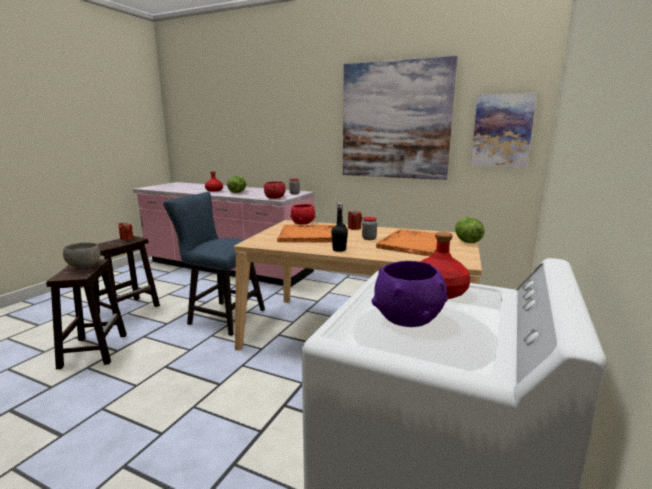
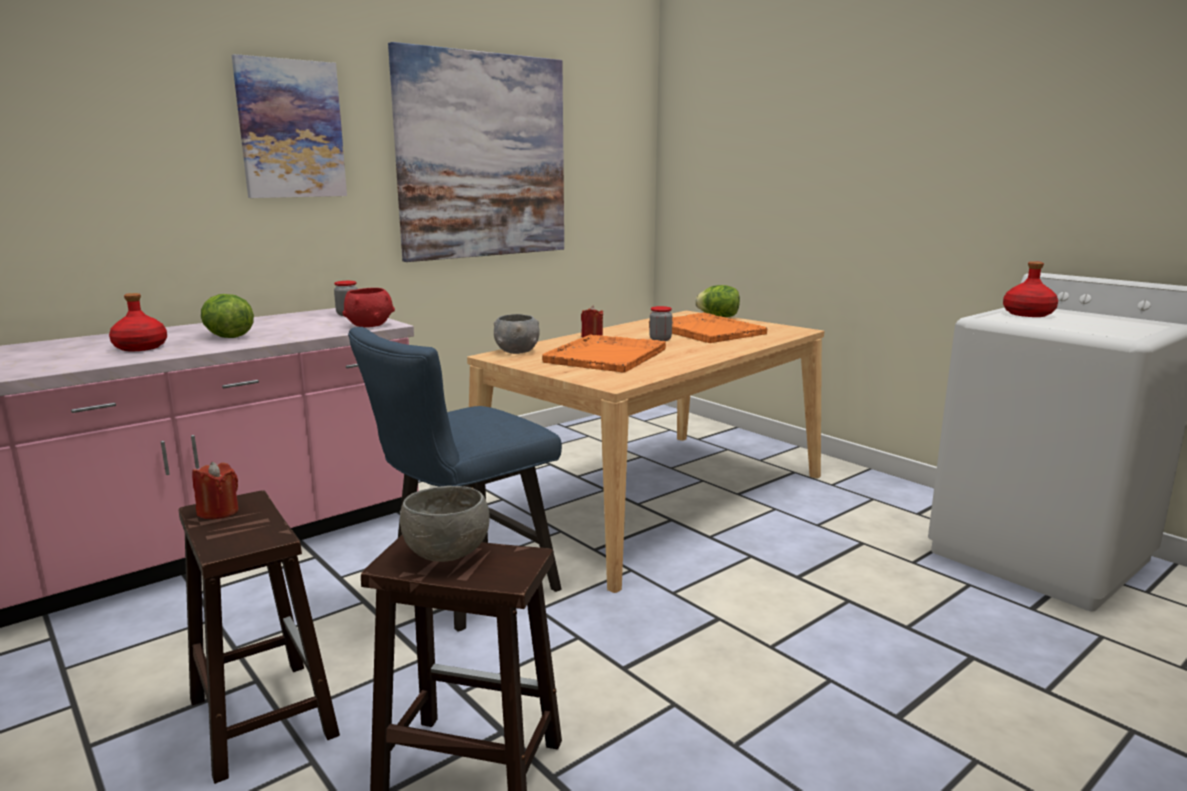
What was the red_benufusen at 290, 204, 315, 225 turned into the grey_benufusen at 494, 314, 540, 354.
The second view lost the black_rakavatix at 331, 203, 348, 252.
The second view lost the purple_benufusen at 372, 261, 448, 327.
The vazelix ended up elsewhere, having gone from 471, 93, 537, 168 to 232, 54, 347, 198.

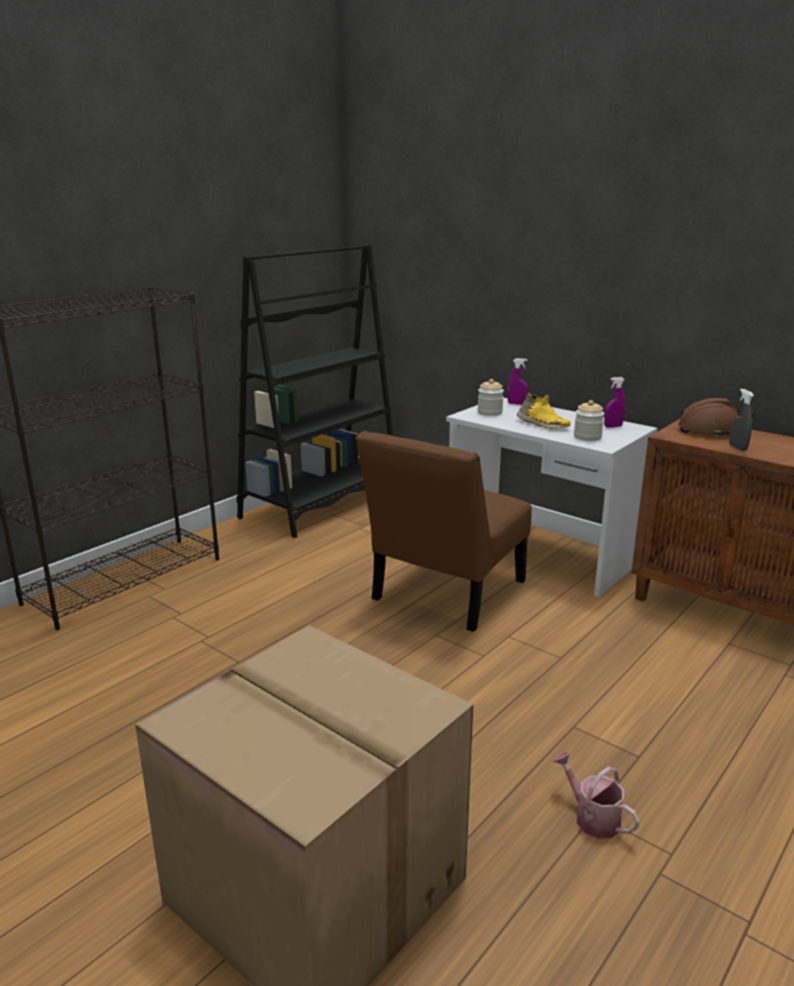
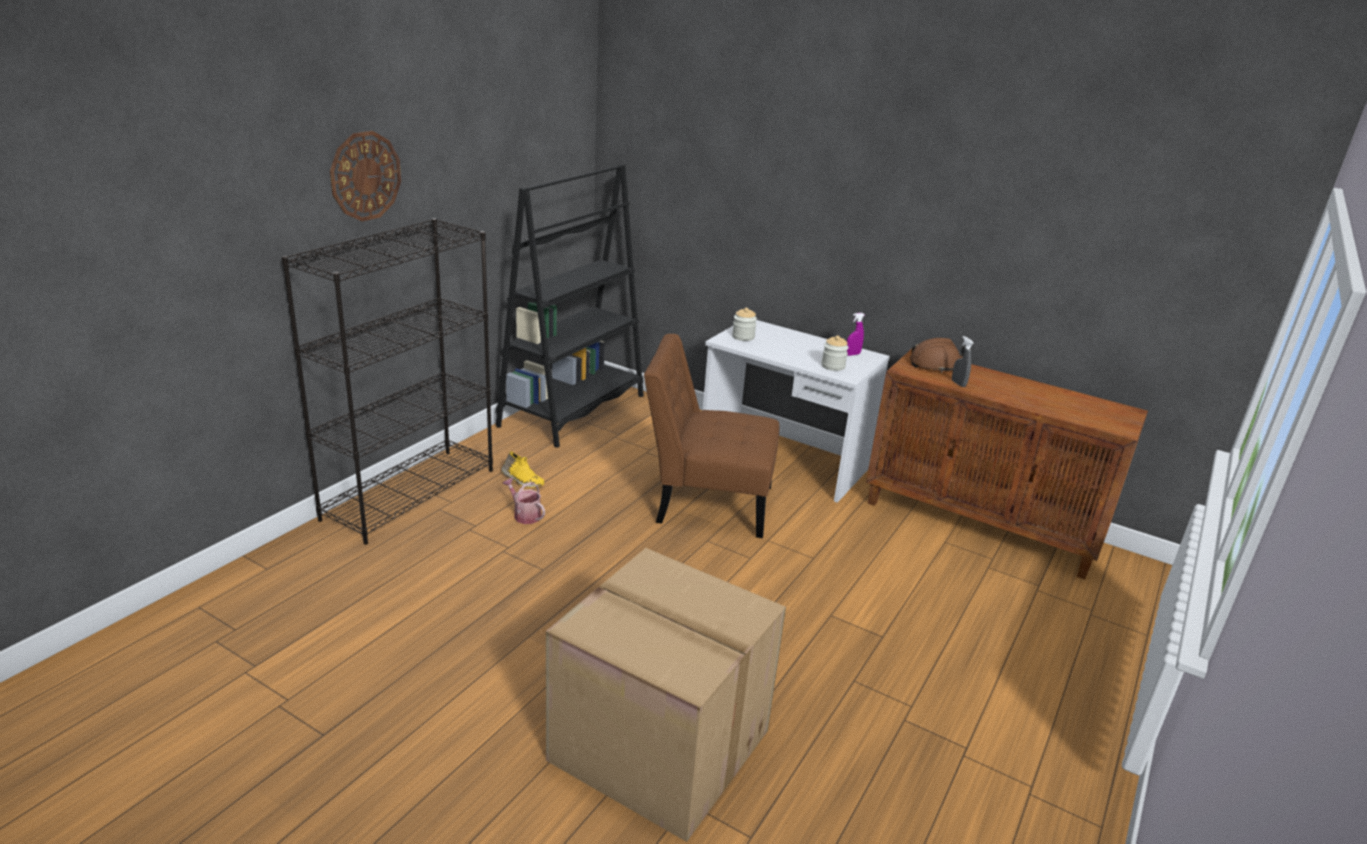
The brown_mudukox at 356, 431, 532, 632 ended up facing another way, 75 degrees clockwise from before.
The second view lost the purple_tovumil at 507, 358, 528, 405.
The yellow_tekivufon ended up elsewhere, having gone from 517, 393, 571, 429 to 501, 451, 544, 488.
The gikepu ended up elsewhere, having gone from 553, 752, 640, 839 to 502, 478, 545, 524.
The second view gained the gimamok at 330, 131, 401, 222.

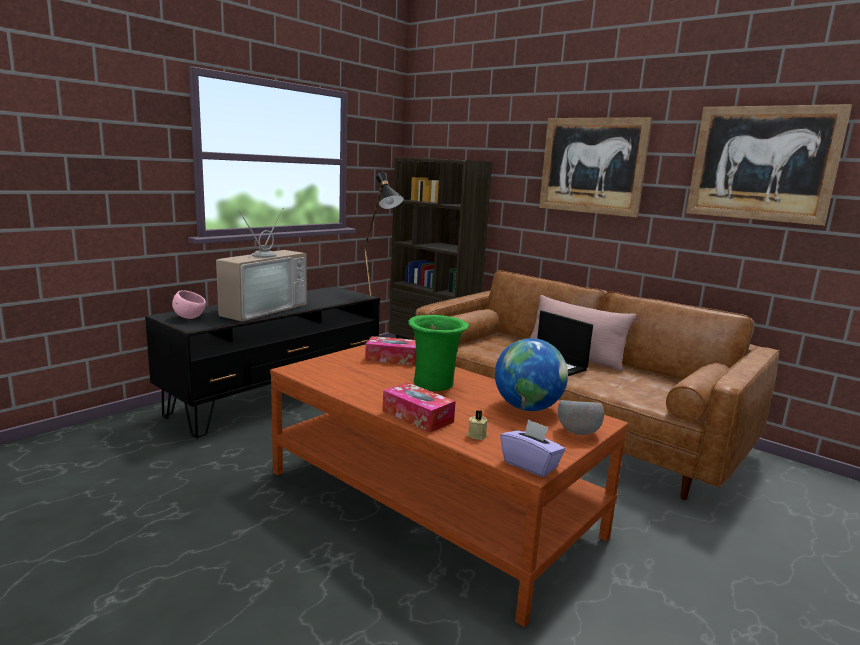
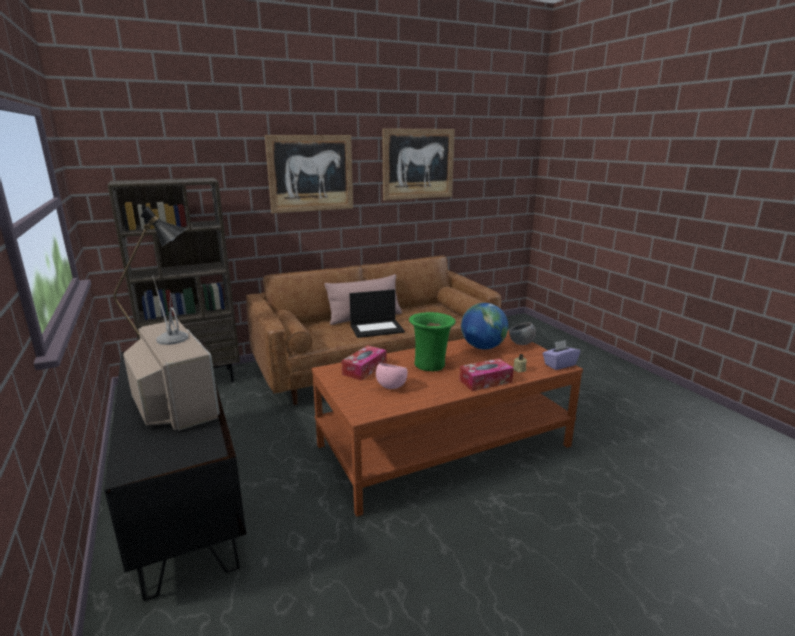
The pink_benufusen ended up elsewhere, having gone from 172, 290, 206, 319 to 376, 363, 408, 389.

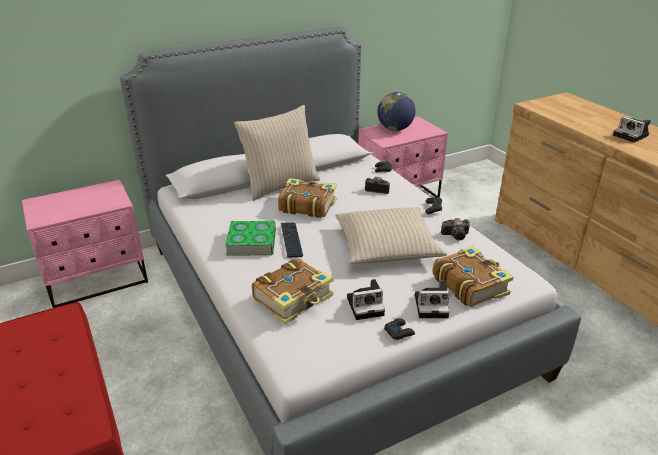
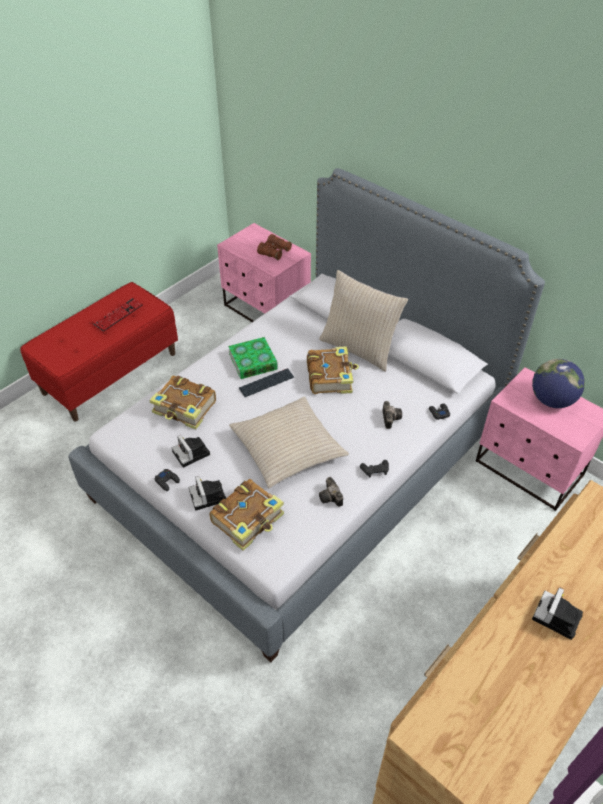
The second view gained the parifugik at 93, 298, 143, 332.
The second view gained the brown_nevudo at 257, 234, 292, 260.

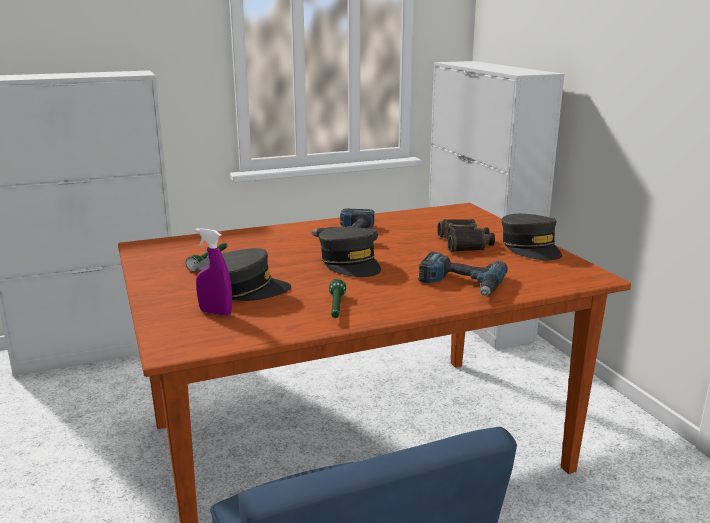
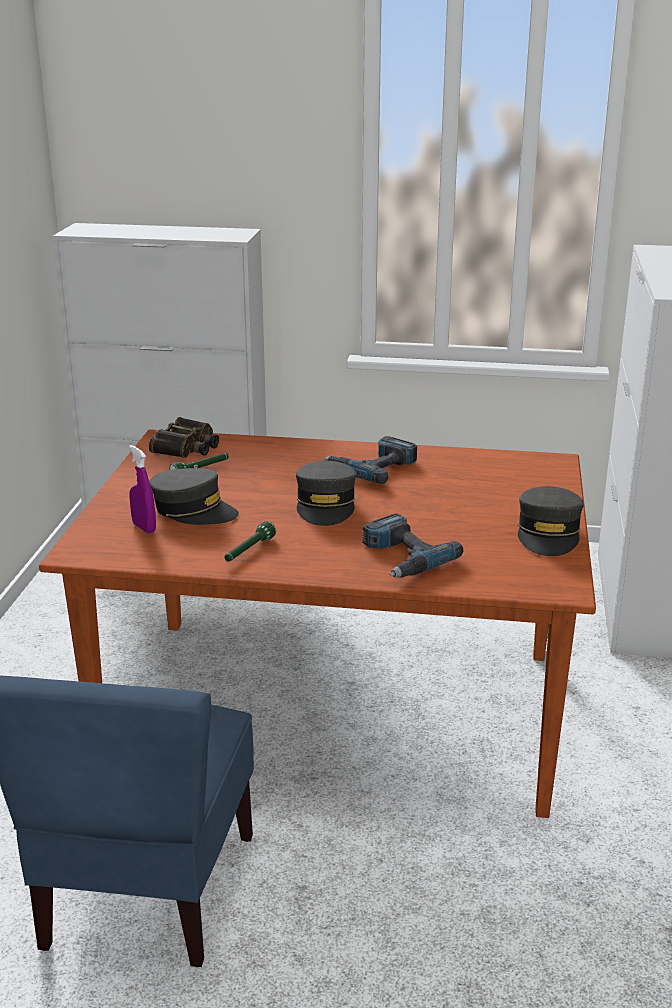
The nevudo ended up elsewhere, having gone from 437, 219, 495, 252 to 149, 417, 219, 458.

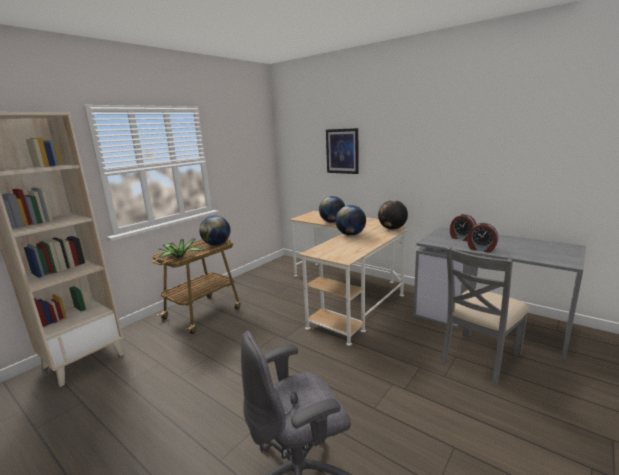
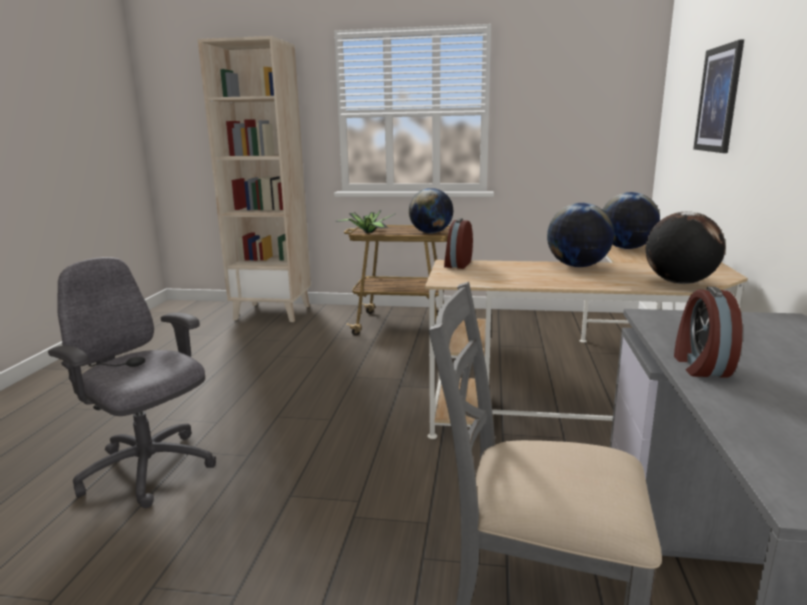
The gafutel ended up elsewhere, having gone from 450, 214, 476, 241 to 444, 218, 473, 269.

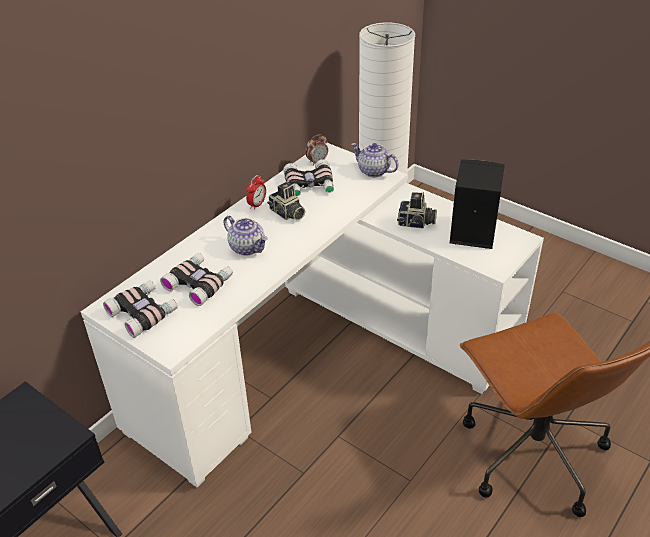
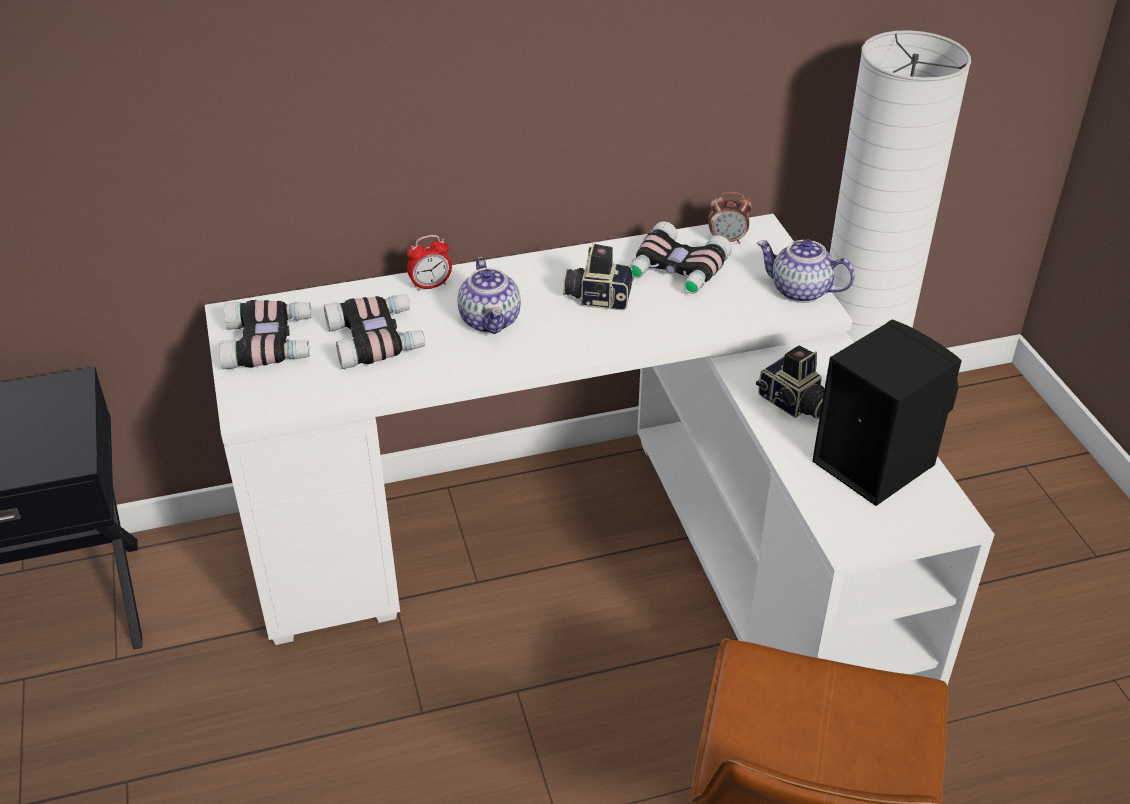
The gafutel ended up elsewhere, having gone from 246, 175, 266, 210 to 407, 235, 452, 291.
The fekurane at 267, 182, 305, 221 ended up facing another way, 105 degrees clockwise from before.
The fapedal at 351, 143, 399, 177 ended up facing another way, 45 degrees counterclockwise from before.

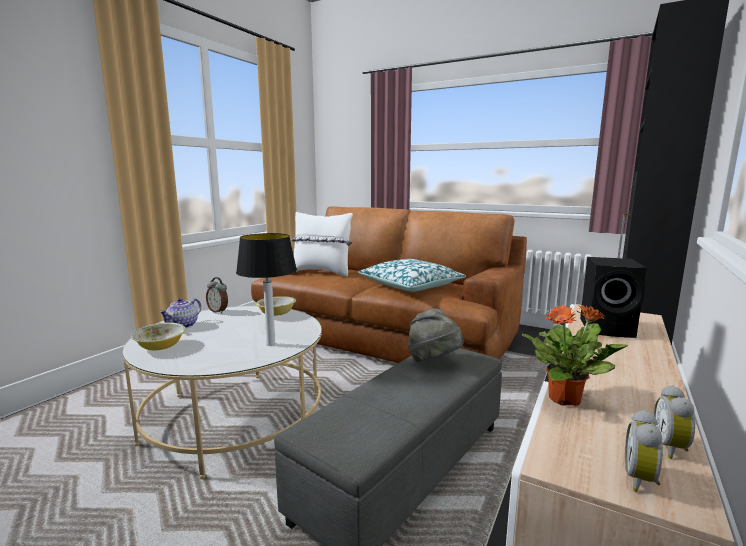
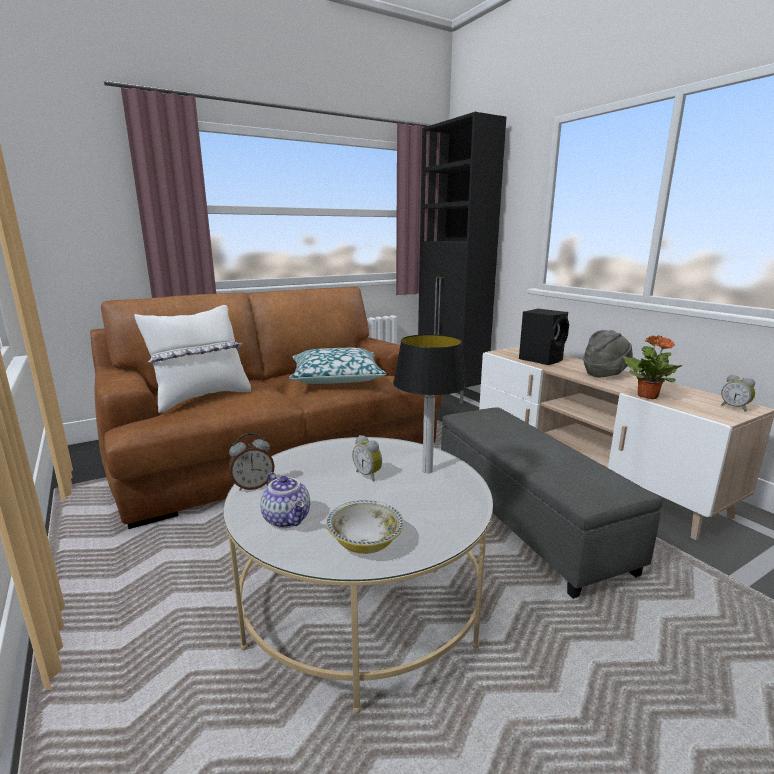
The second view lost the benufusen at 256, 296, 296, 316.
The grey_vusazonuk ended up elsewhere, having gone from 408, 308, 464, 362 to 583, 330, 633, 377.
The gafutel ended up elsewhere, having gone from 654, 385, 695, 459 to 352, 435, 382, 481.

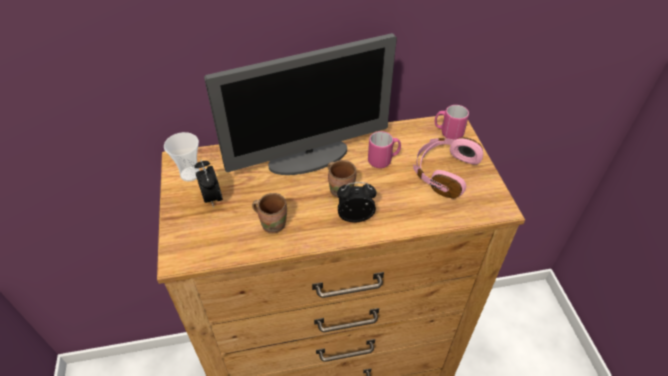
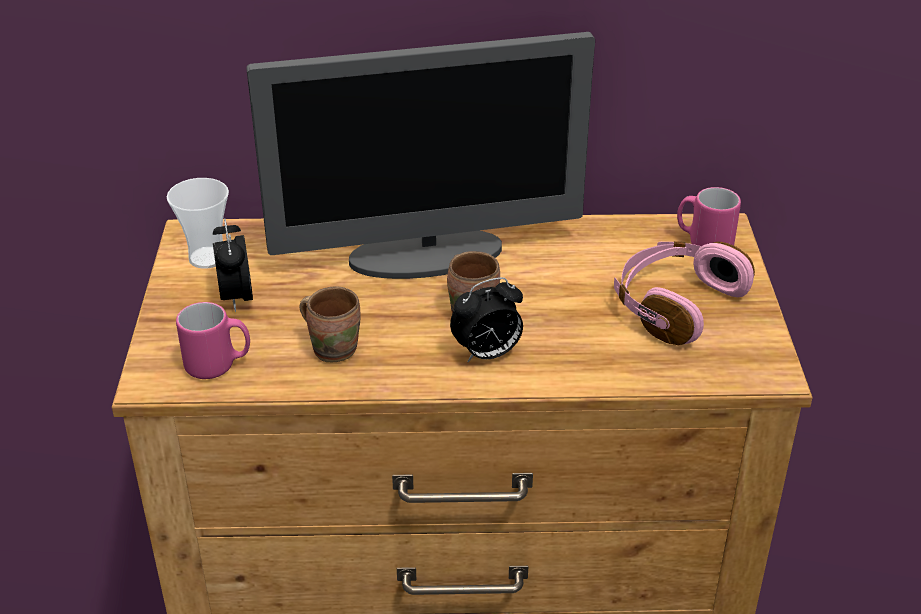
The gafutel at 337, 182, 376, 223 ended up facing another way, 150 degrees clockwise from before.
The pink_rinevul ended up elsewhere, having gone from 368, 131, 401, 168 to 176, 302, 250, 379.

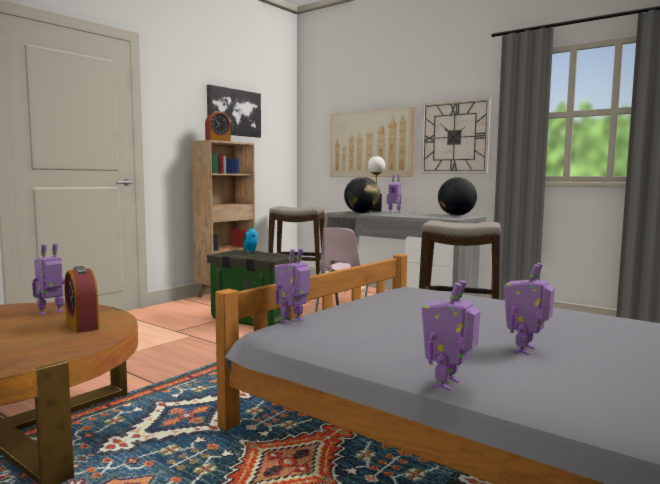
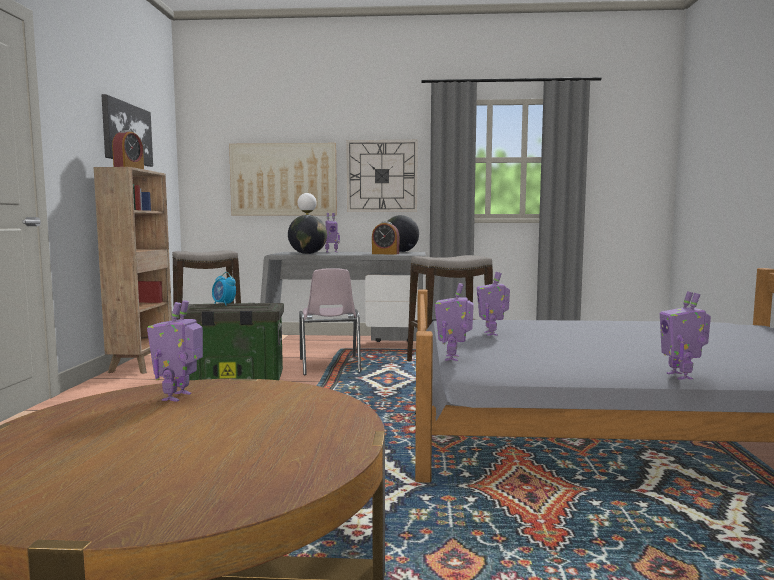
The gafutel ended up elsewhere, having gone from 64, 266, 100, 333 to 372, 221, 399, 255.
The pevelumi ended up elsewhere, having gone from 504, 263, 555, 355 to 477, 272, 510, 336.

